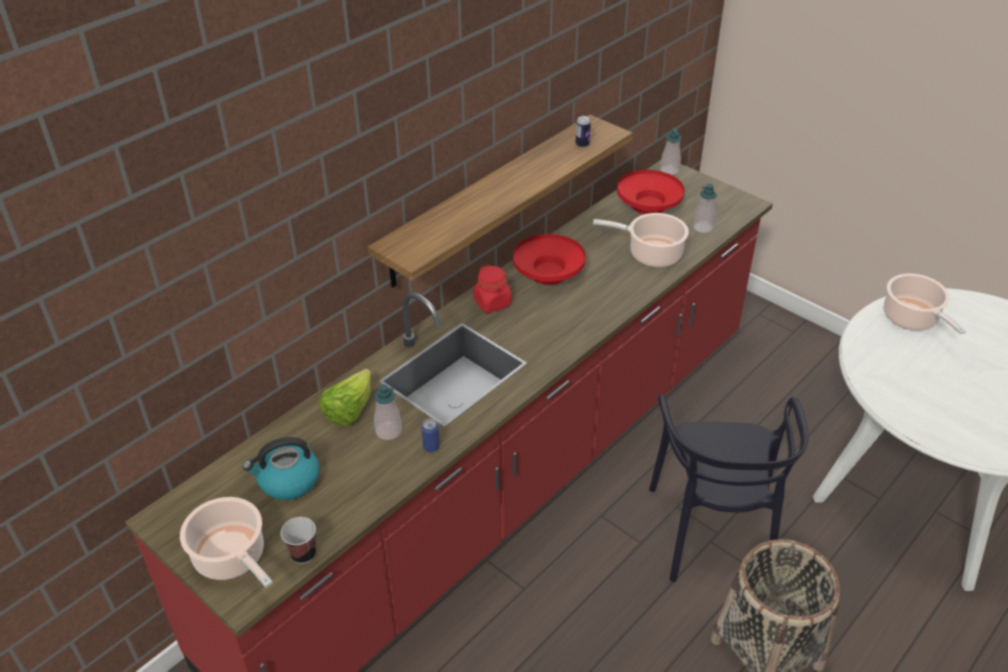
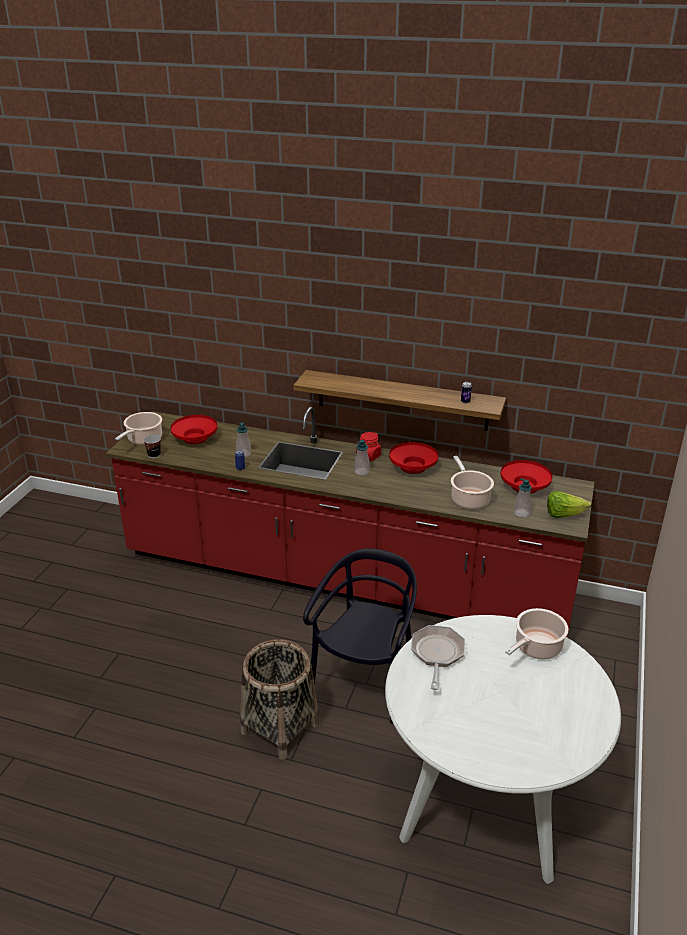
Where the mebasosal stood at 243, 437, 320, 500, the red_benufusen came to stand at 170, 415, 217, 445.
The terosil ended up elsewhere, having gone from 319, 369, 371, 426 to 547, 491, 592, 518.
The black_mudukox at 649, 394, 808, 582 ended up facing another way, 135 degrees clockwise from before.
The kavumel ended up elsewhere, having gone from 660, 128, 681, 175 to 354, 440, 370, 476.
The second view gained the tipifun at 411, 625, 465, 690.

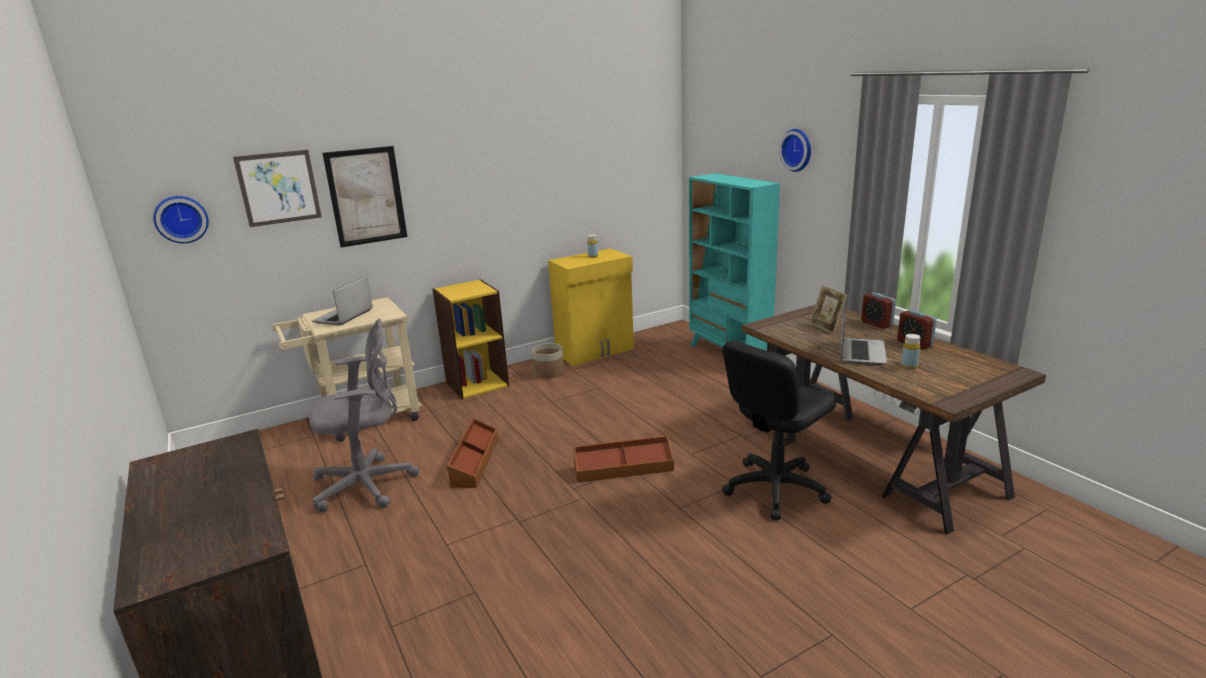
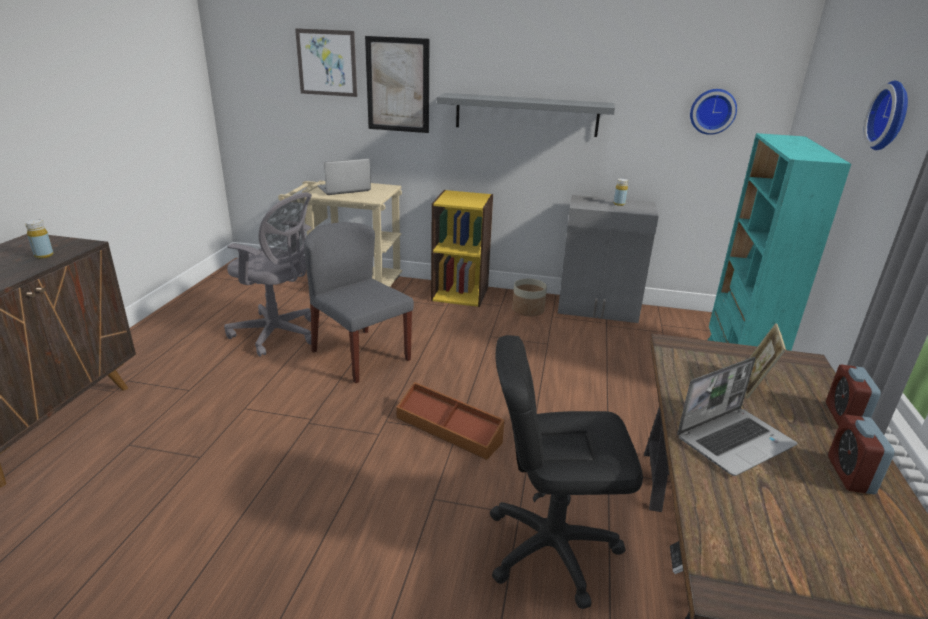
The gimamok ended up elsewhere, having gone from 153, 196, 209, 243 to 690, 89, 737, 135.
Where the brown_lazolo stood at 447, 418, 498, 488, the grey_mudukox came to stand at 304, 222, 414, 383.
What was the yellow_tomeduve at 548, 248, 634, 366 turned into the grey_tomeduve at 558, 195, 659, 323.
The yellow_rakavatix ended up elsewhere, having gone from 901, 334, 921, 369 to 25, 219, 53, 258.
The second view gained the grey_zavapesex at 437, 93, 615, 137.

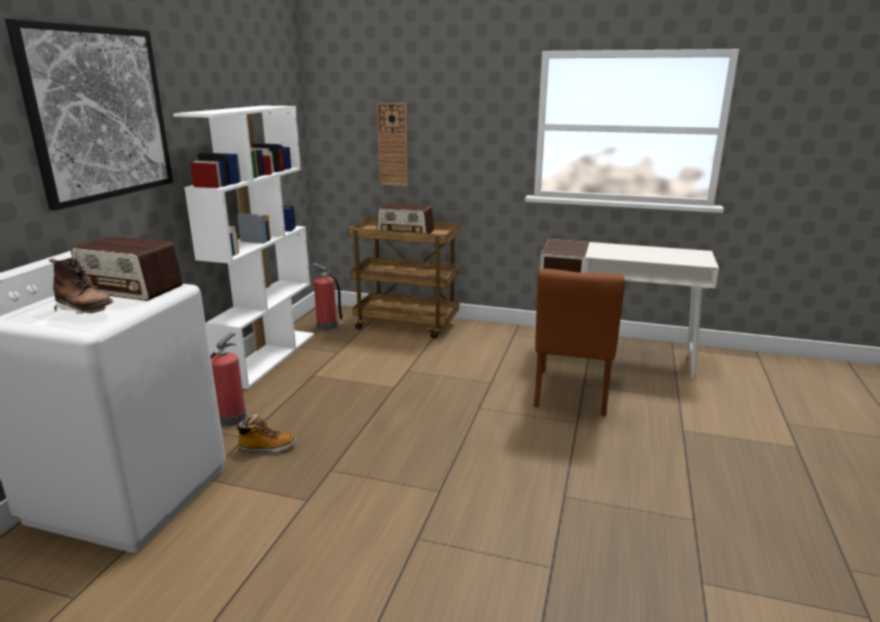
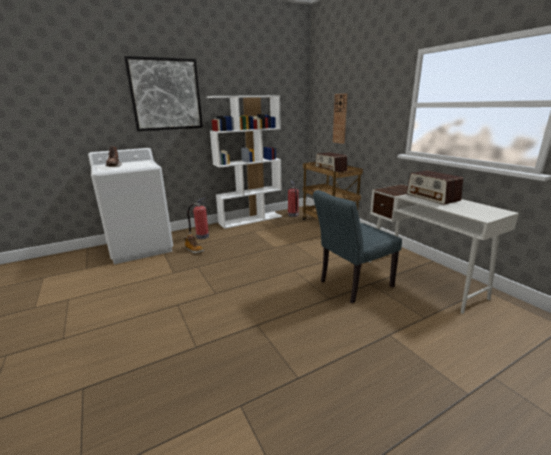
The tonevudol ended up elsewhere, having gone from 71, 236, 183, 301 to 406, 170, 463, 205.
What was the brown_mudukox at 534, 268, 625, 416 turned into the grey_mudukox at 313, 190, 402, 303.

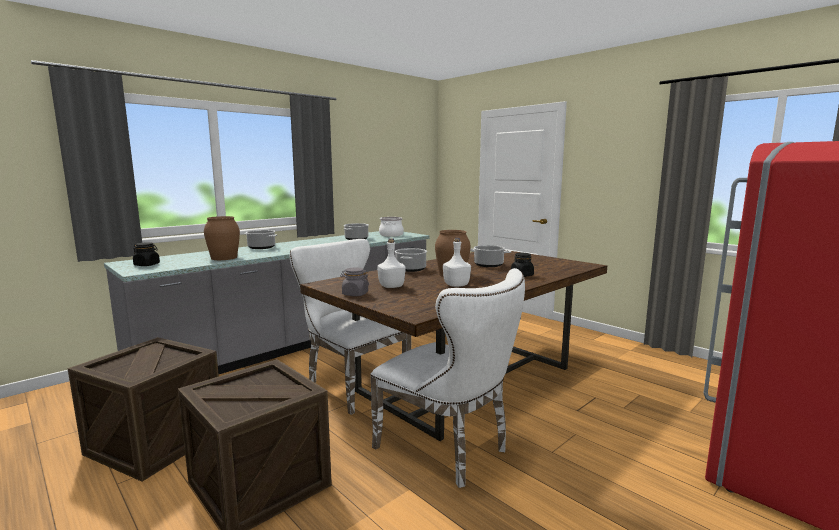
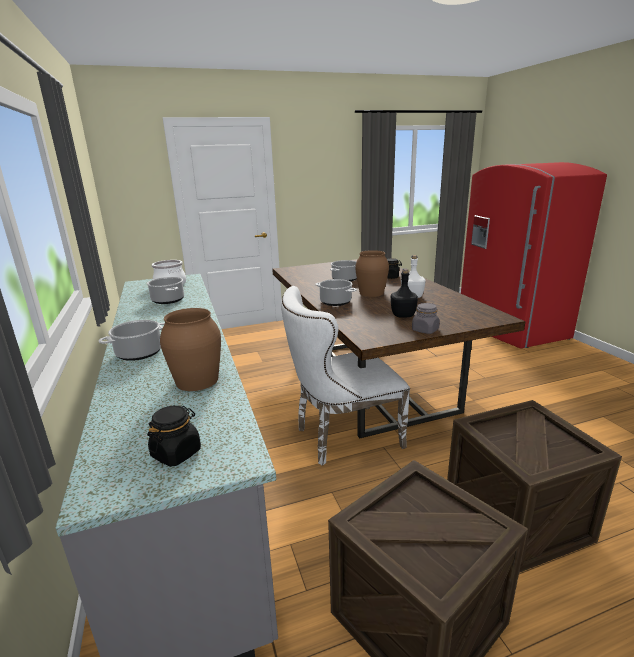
The second view lost the white_mudukox at 370, 268, 525, 488.
What was the white_rakavatix at 377, 238, 406, 288 turned into the black_rakavatix at 391, 269, 418, 318.

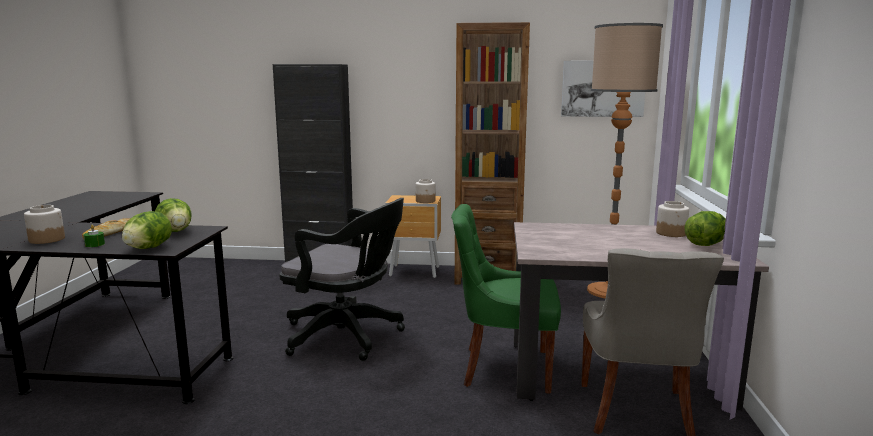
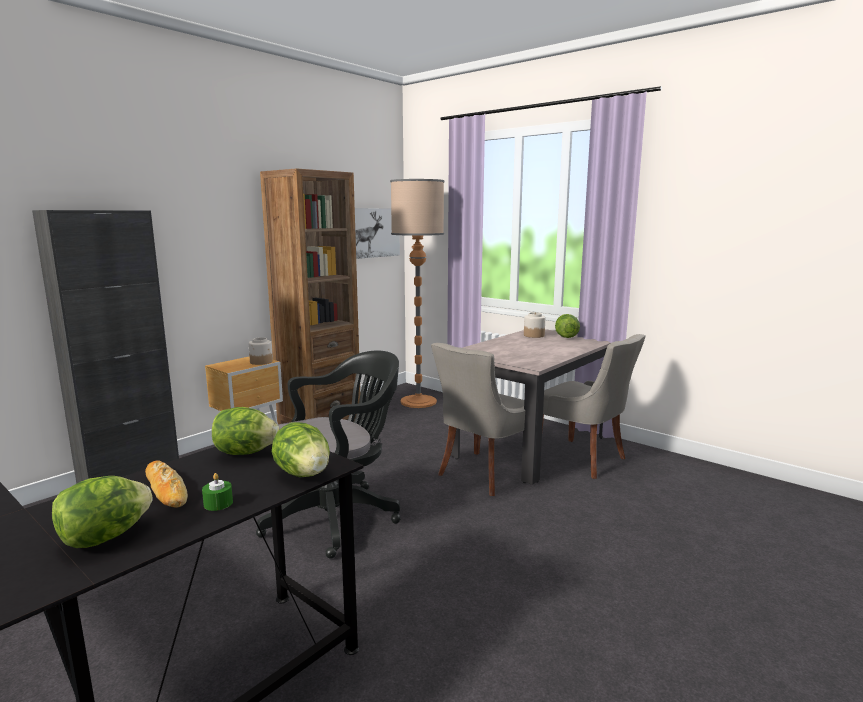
Where the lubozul stood at 24, 205, 65, 244, the terosil came to stand at 52, 476, 153, 548.
What was the green_mudukox at 451, 204, 561, 394 turned into the grey_mudukox at 431, 343, 525, 496.

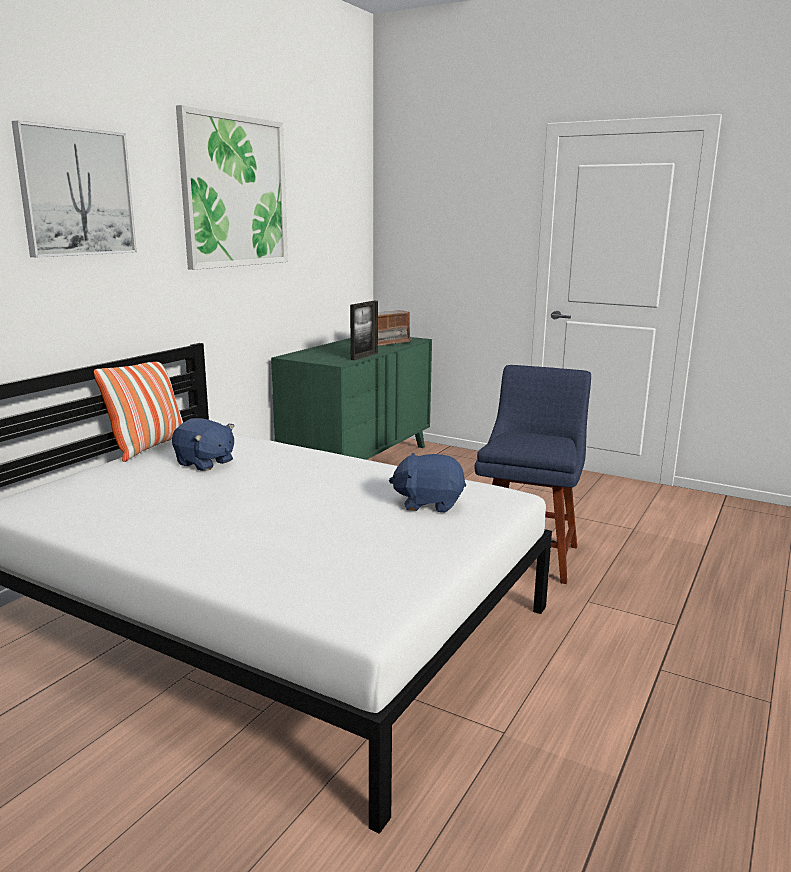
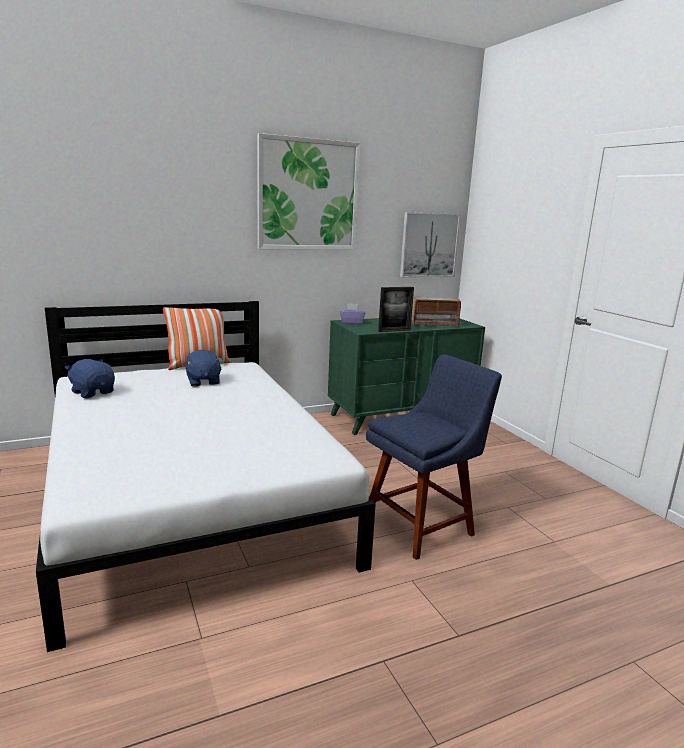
The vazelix ended up elsewhere, having gone from 12, 120, 137, 257 to 400, 212, 461, 278.
The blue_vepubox ended up elsewhere, having gone from 389, 453, 466, 513 to 65, 359, 115, 398.
The second view gained the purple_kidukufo at 340, 303, 365, 325.

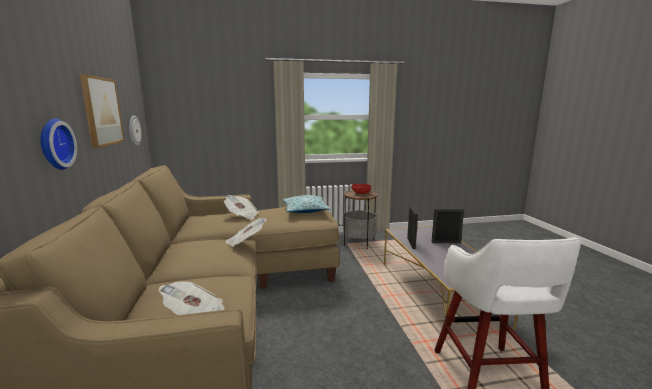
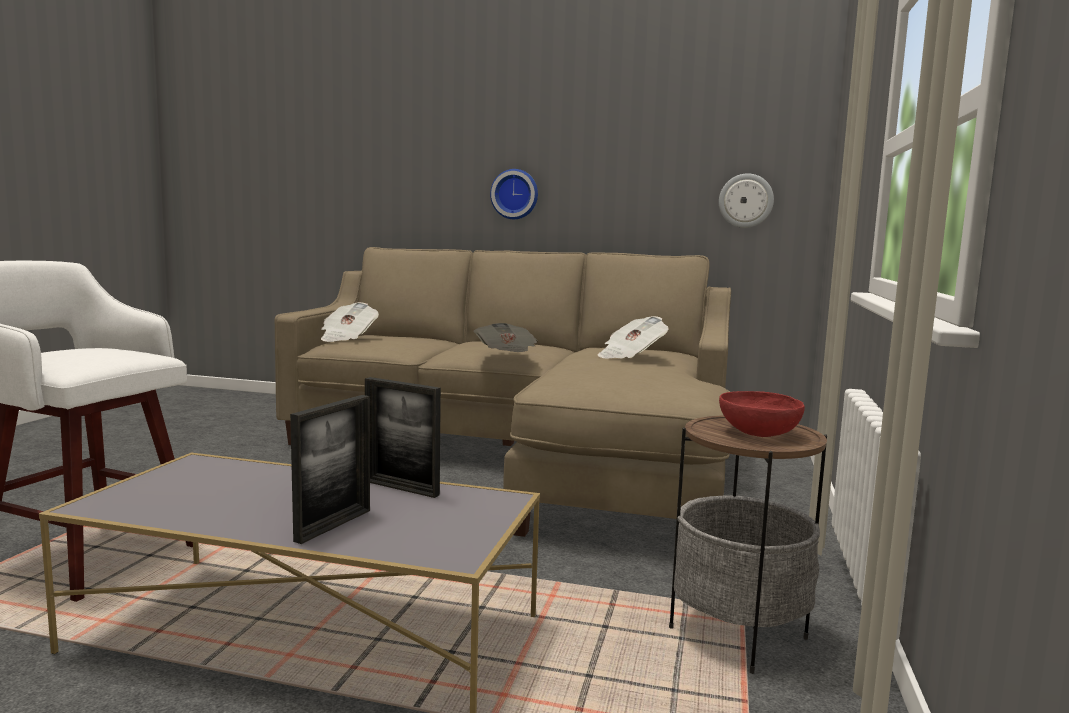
The second view lost the vazelix at 80, 74, 124, 148.
The second view lost the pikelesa at 283, 195, 331, 213.

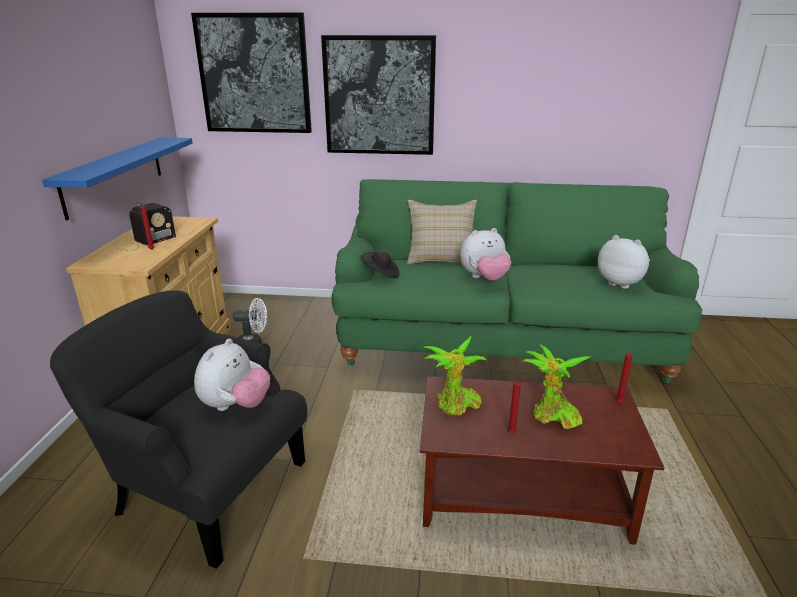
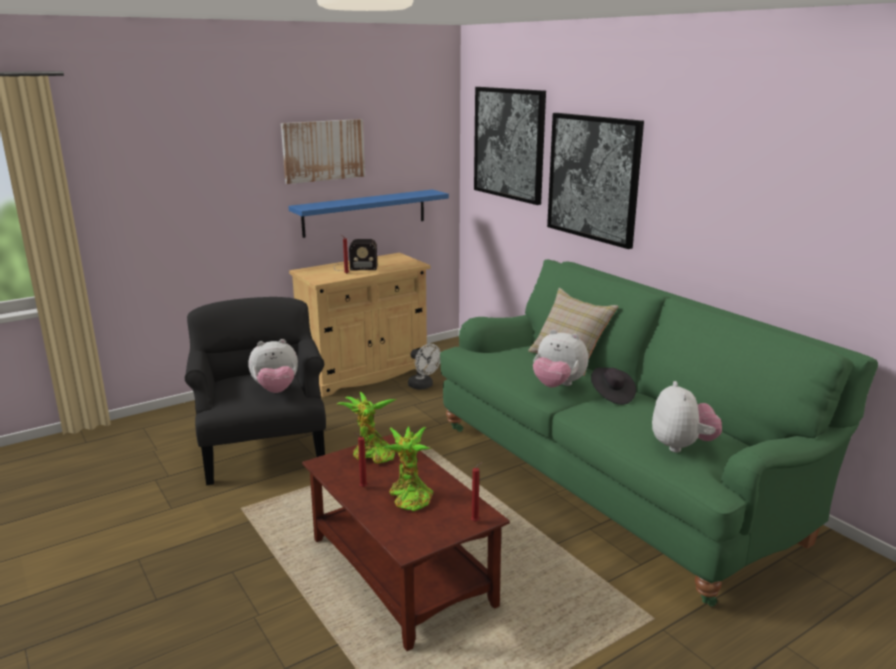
The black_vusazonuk ended up elsewhere, having gone from 361, 250, 400, 277 to 591, 367, 636, 405.
The second view gained the vazelix at 281, 119, 365, 184.

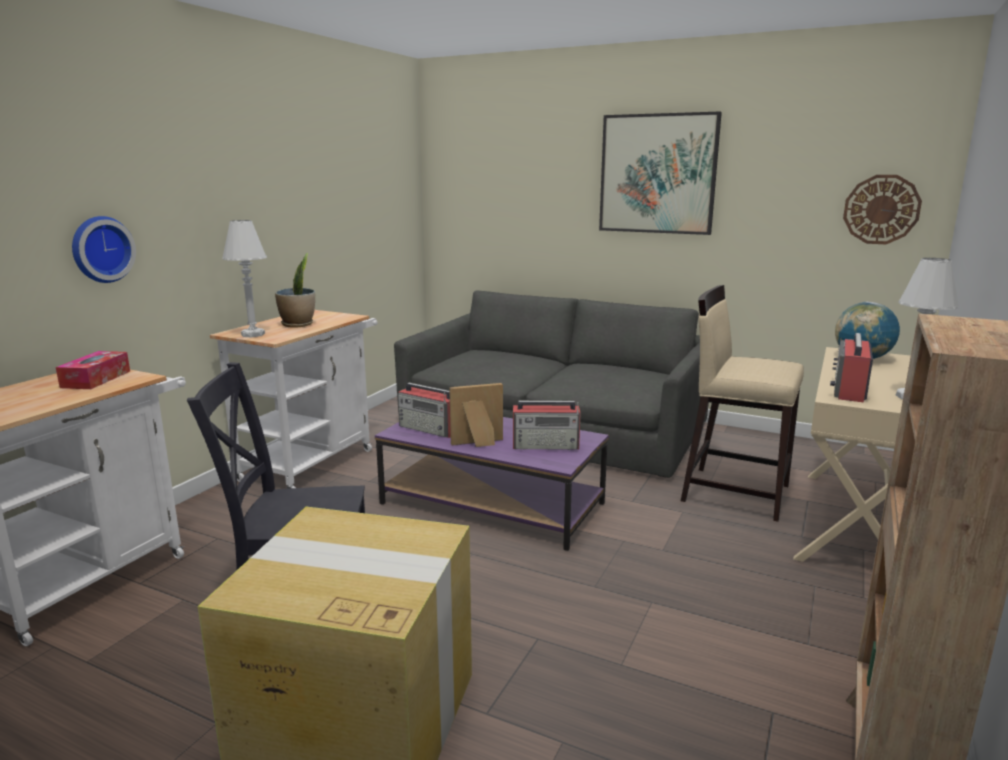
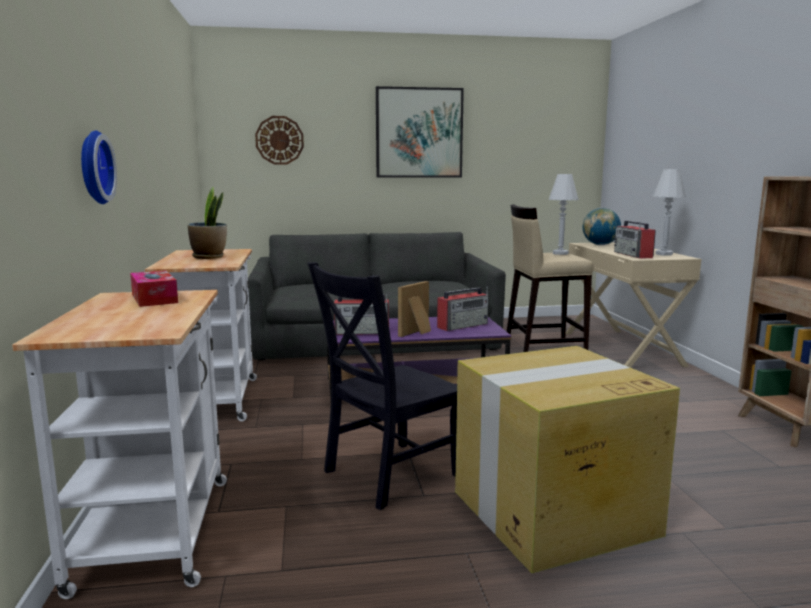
The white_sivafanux ended up elsewhere, having gone from 222, 220, 267, 337 to 548, 174, 579, 255.
The gimamok ended up elsewhere, having gone from 843, 175, 922, 244 to 255, 116, 304, 165.

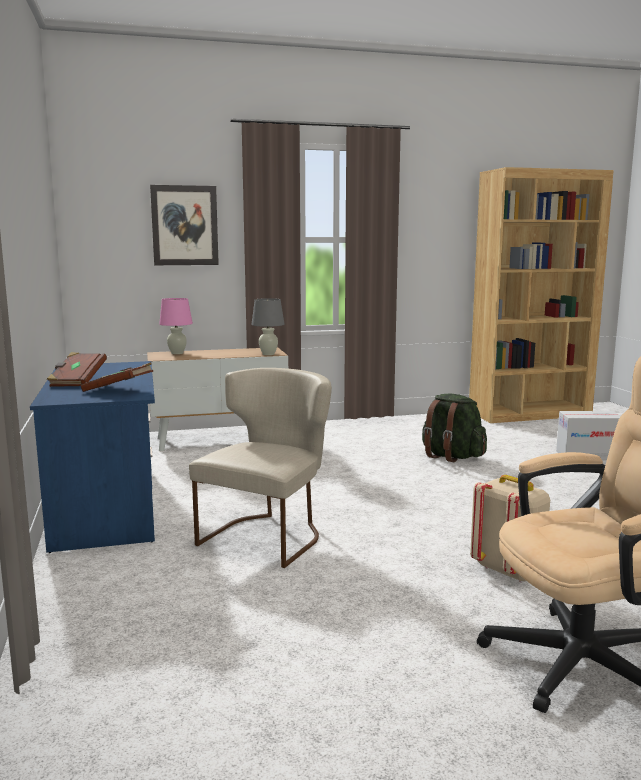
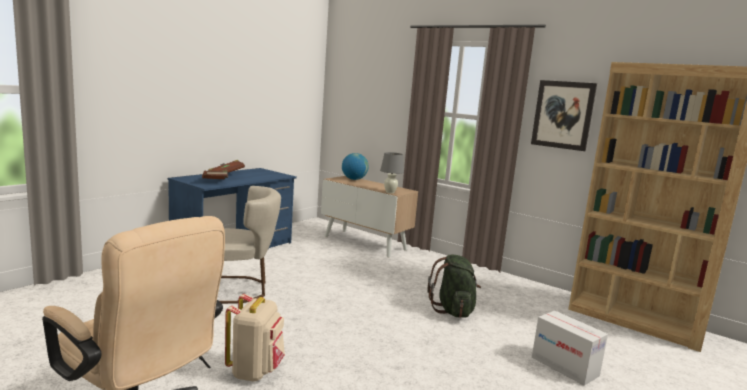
The vazelix ended up elsewhere, having gone from 150, 185, 219, 265 to 531, 80, 597, 151.
Where the pink_sivafanux stood at 159, 298, 193, 354, the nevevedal came to stand at 342, 153, 369, 180.

